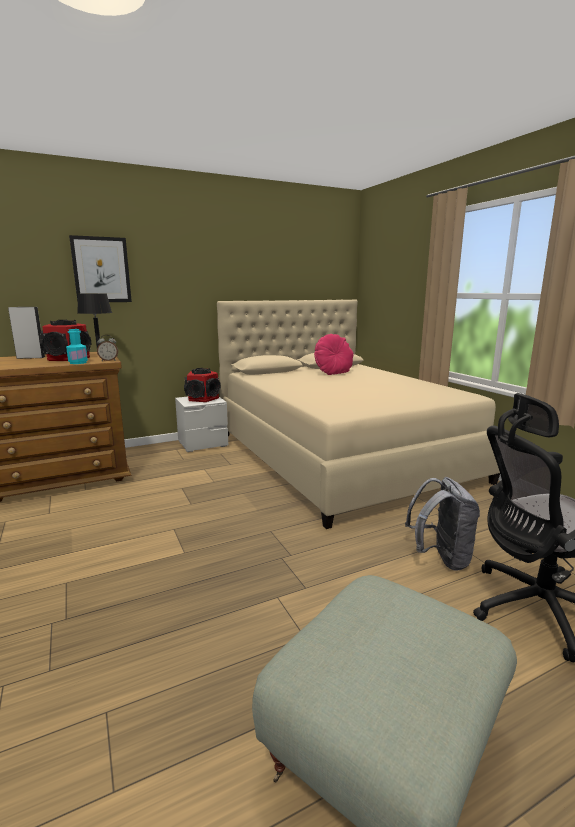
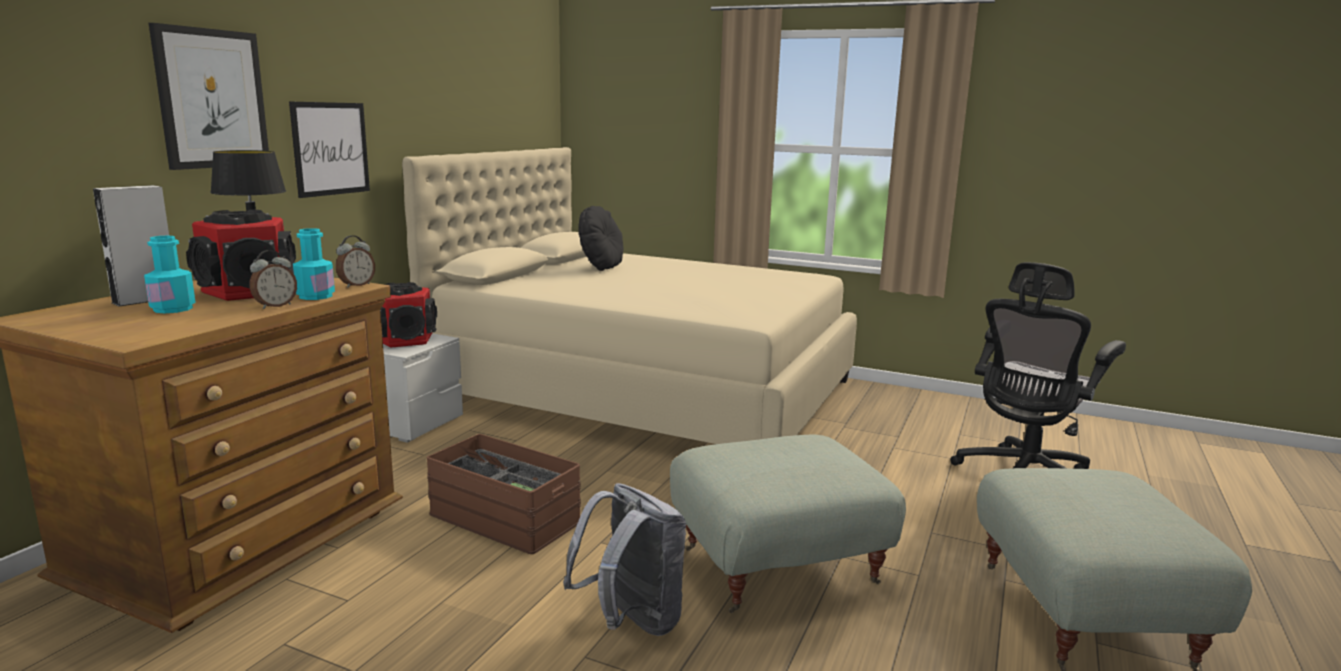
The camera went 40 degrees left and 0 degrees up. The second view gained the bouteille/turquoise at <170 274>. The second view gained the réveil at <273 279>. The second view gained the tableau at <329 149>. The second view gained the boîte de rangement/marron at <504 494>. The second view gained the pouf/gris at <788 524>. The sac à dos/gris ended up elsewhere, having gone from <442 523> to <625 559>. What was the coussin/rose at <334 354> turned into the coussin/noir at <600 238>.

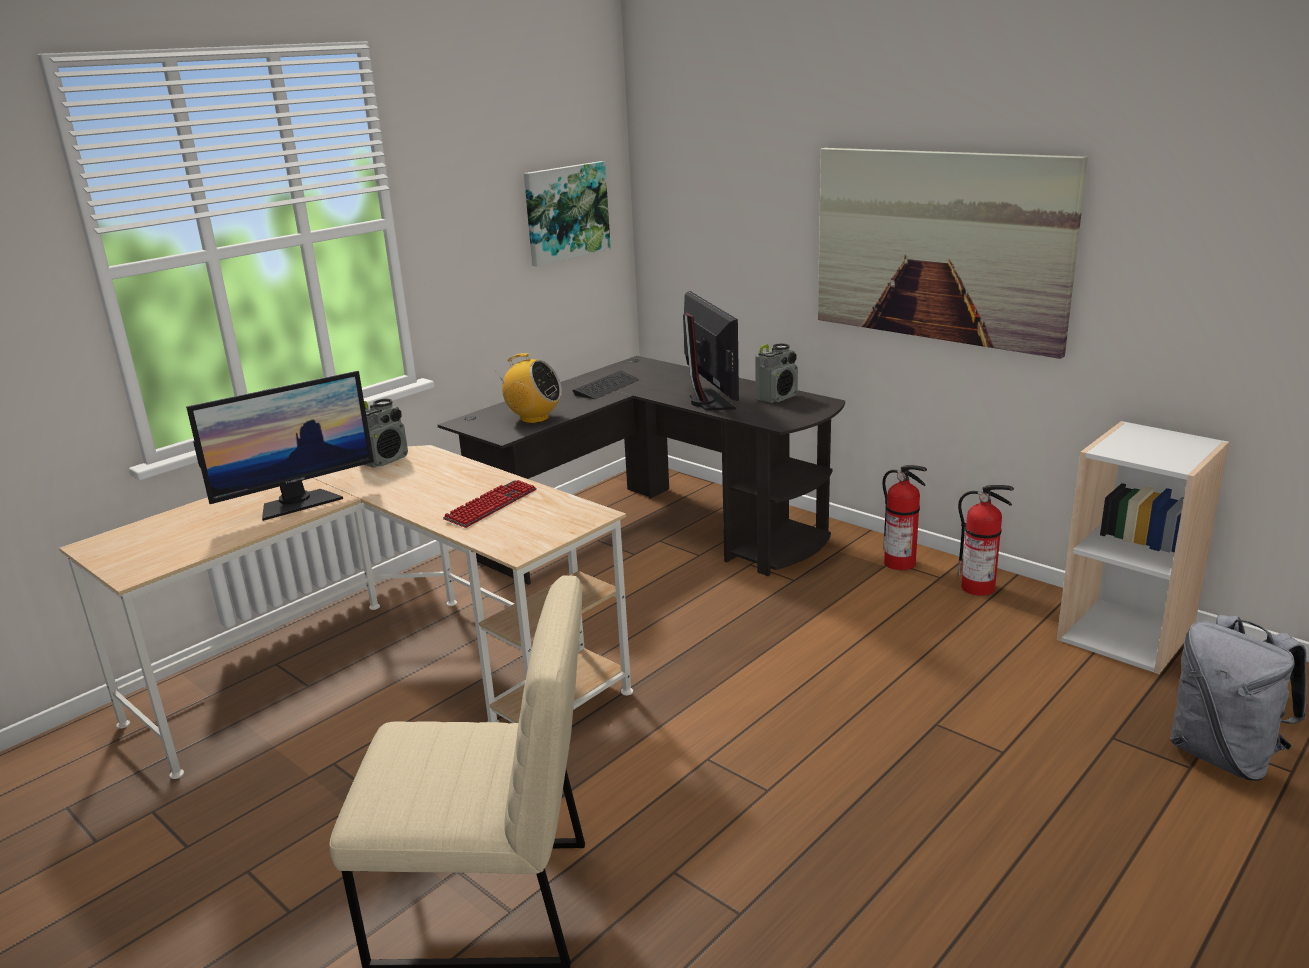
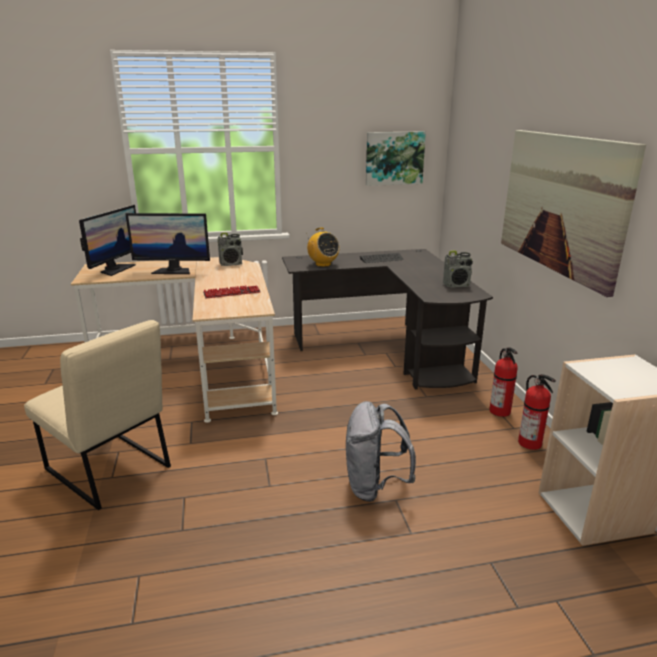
The camera went 35 degrees right and 0 degrees up. The écran d'ordinateur ended up elsewhere, having gone from <711 351> to <107 240>. The sac à dos/gris ended up elsewhere, having gone from <1238 698> to <381 451>.

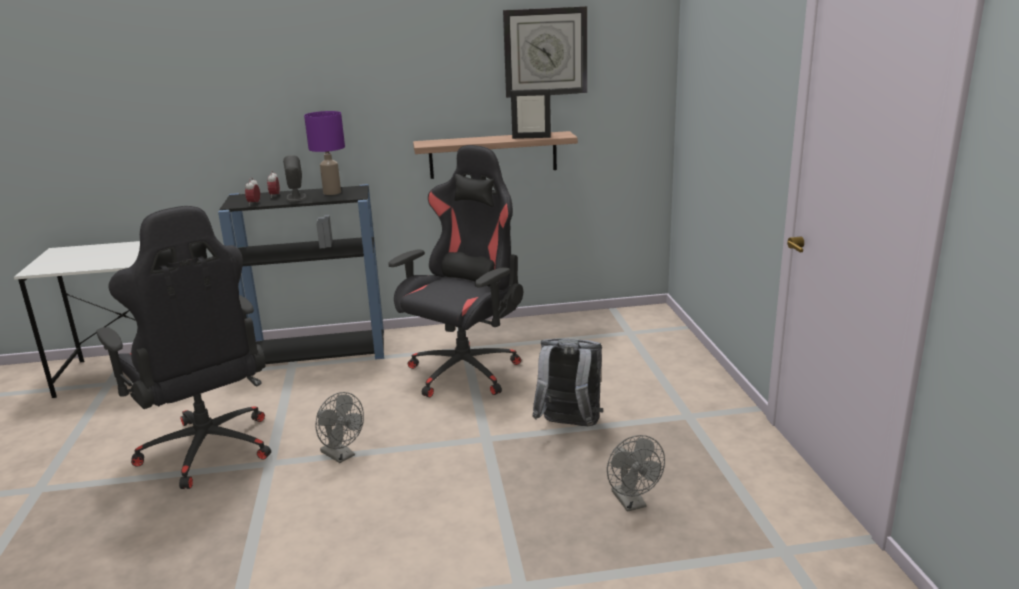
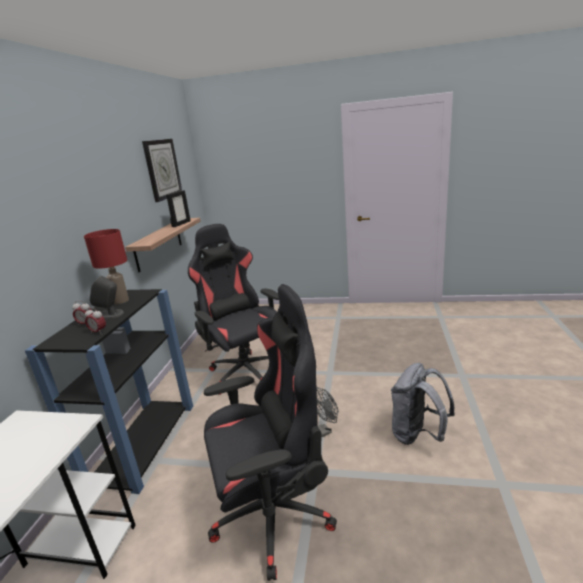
The camera went 70 degrees left and 0 degrees up. The second view lost the ventilateur/gris at <636 473>. The sac à dos/gris ended up elsewhere, having gone from <567 382> to <423 404>. What was the lampe de table/violet at <324 153> turned into the lampe de table/rouge at <106 266>.

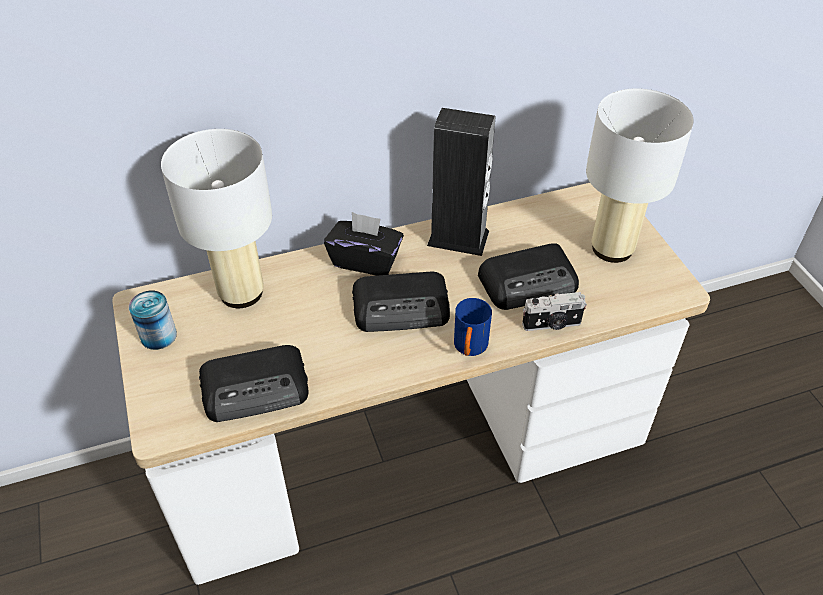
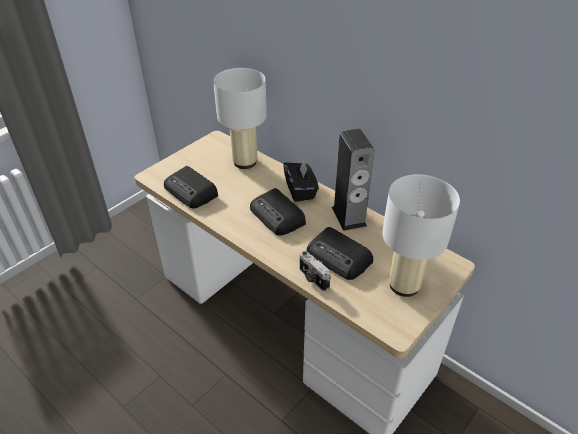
The camera went 60 degrees right and 5 degrees down. The second view lost the boîte métallique at <153 320>. The second view lost the mug/bleu at <473 327>.

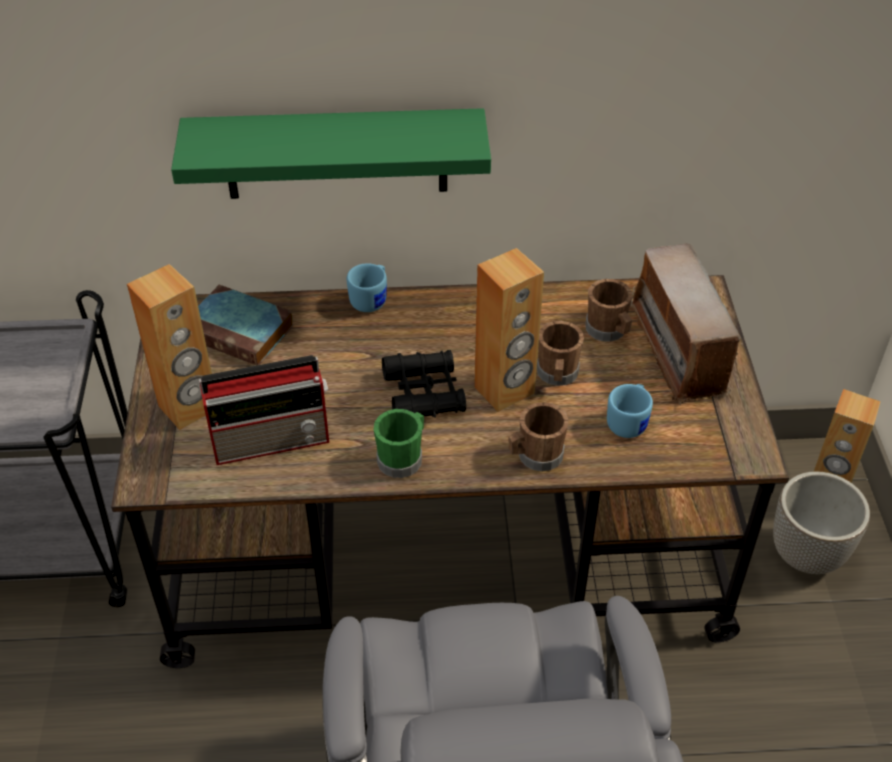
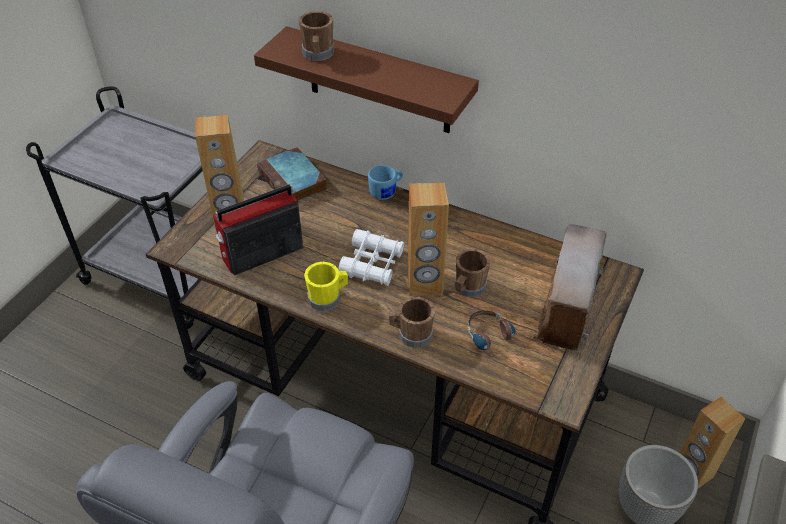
The camera went 30 degrees right and 0 degrees up. The mug/marron ended up elsewhere, having gone from <608 310> to <316 36>. Where the mug/bleu stood at <630 411>, the casque audio came to stand at <492 335>. What was the étagère/vert at <331 153> turned into the étagère/marron at <366 79>. What was the mug/vert at <399 443> turned into the mug/jaune at <326 286>. What was the jumelles/noir at <424 384> turned into the jumelles/blanc at <371 257>. The radio at <264 410> ended up facing another way, 135 degrees clockwise from before.

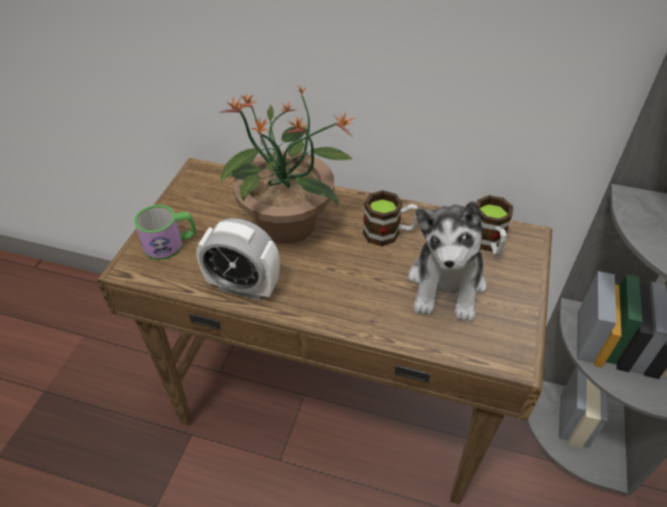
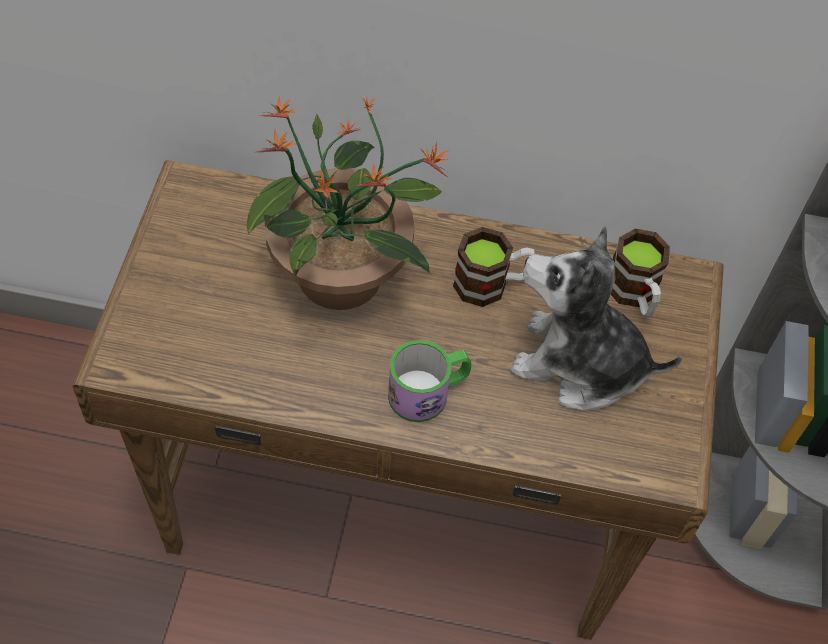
The camera went 10 degrees left and 10 degrees up. The second view lost the réveil at <238 259>. The mug ended up elsewhere, having gone from <165 232> to <429 381>. The peluche at <447 261> ended up facing another way, 105 degrees clockwise from before.

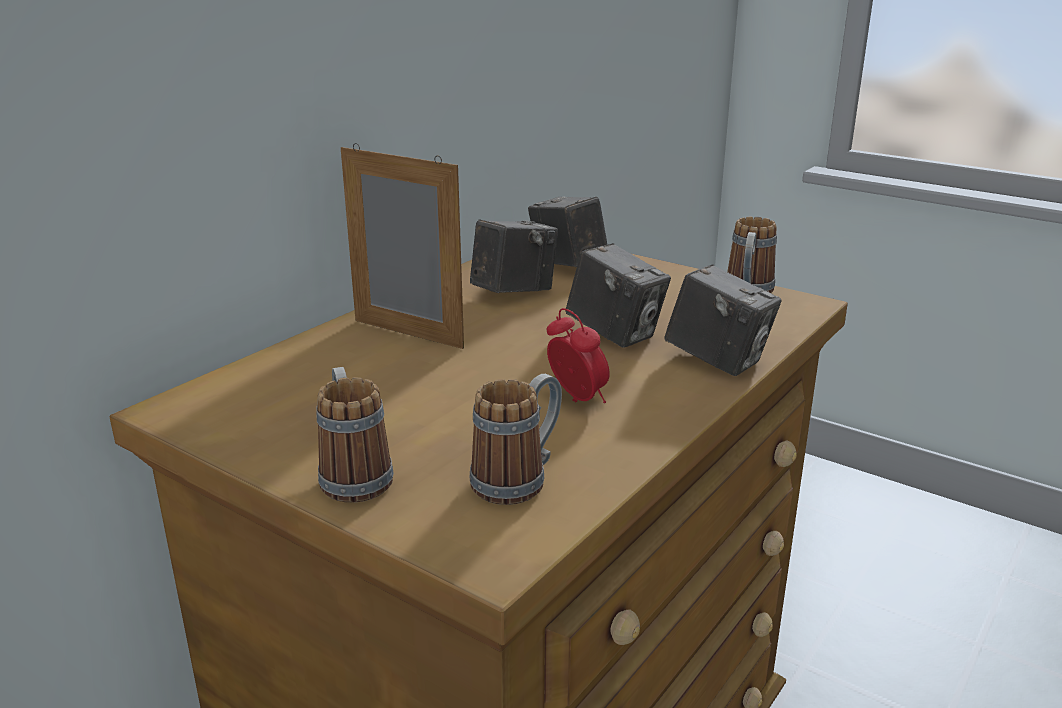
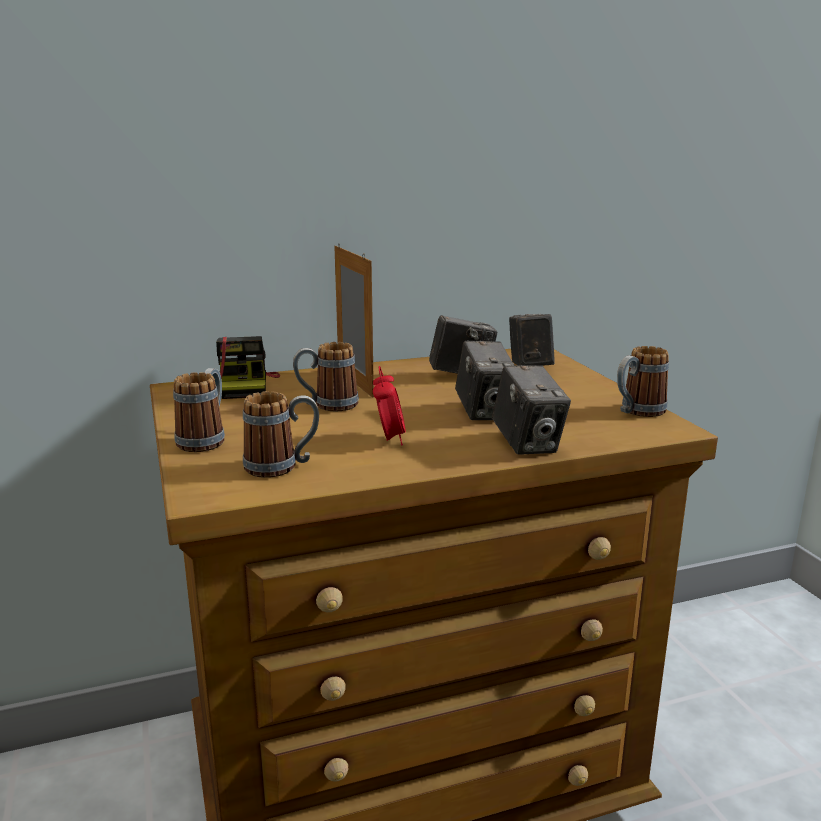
The camera went 35 degrees right and 5 degrees down. The second view gained the appareil photo at <248 367>. The second view gained the mug at <326 376>.

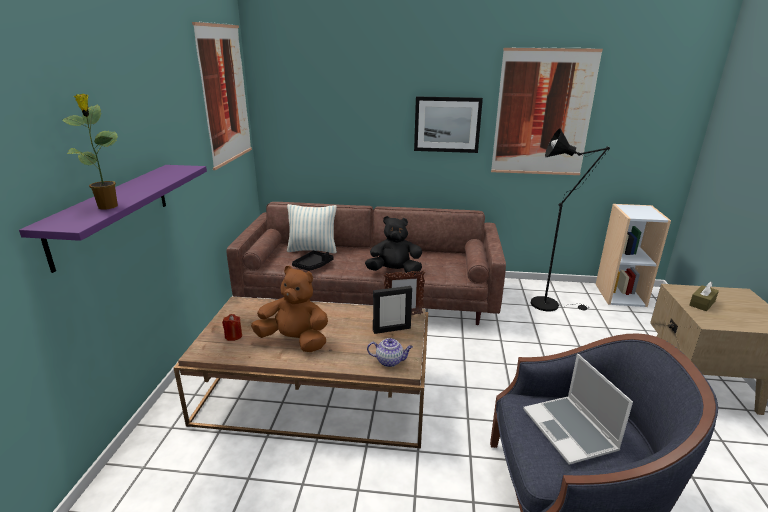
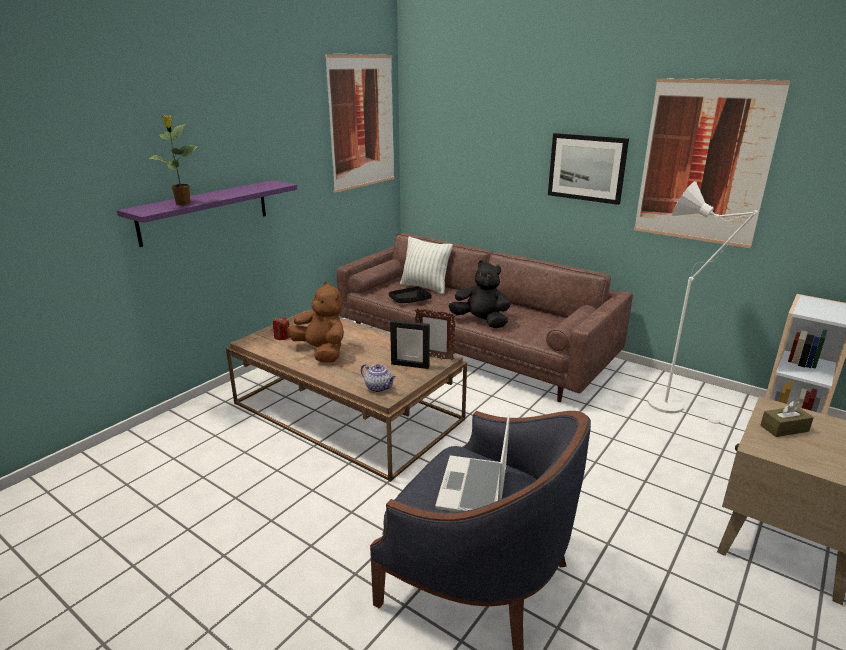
The camera went 30 degrees right and 0 degrees up. What was the lampadaire/noir at <570 219> turned into the lampadaire/blanc at <702 302>.

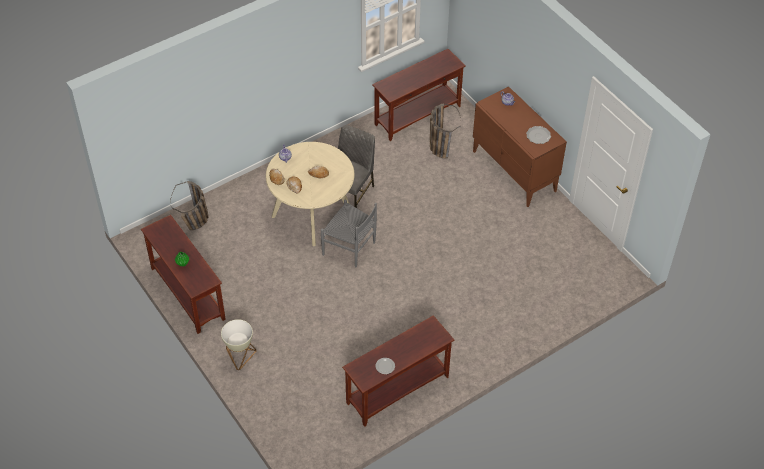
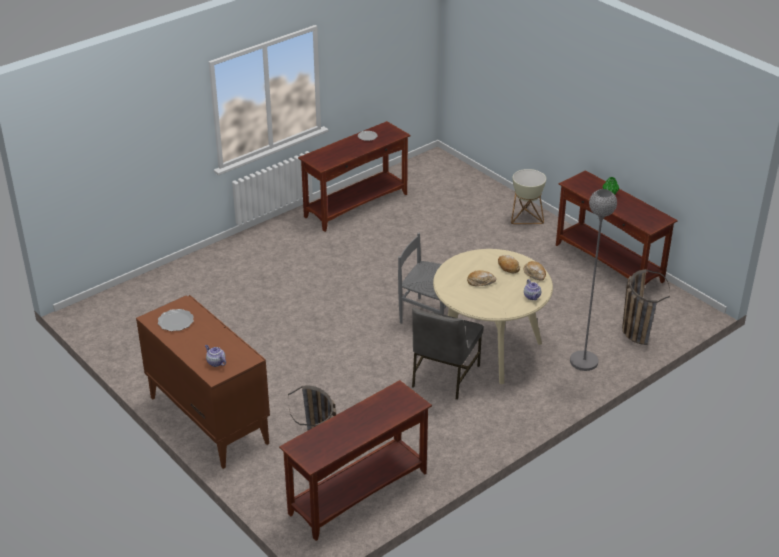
The camera went 175 degrees right and 15 degrees down. The second view gained the lampadaire/gris at <593 280>.

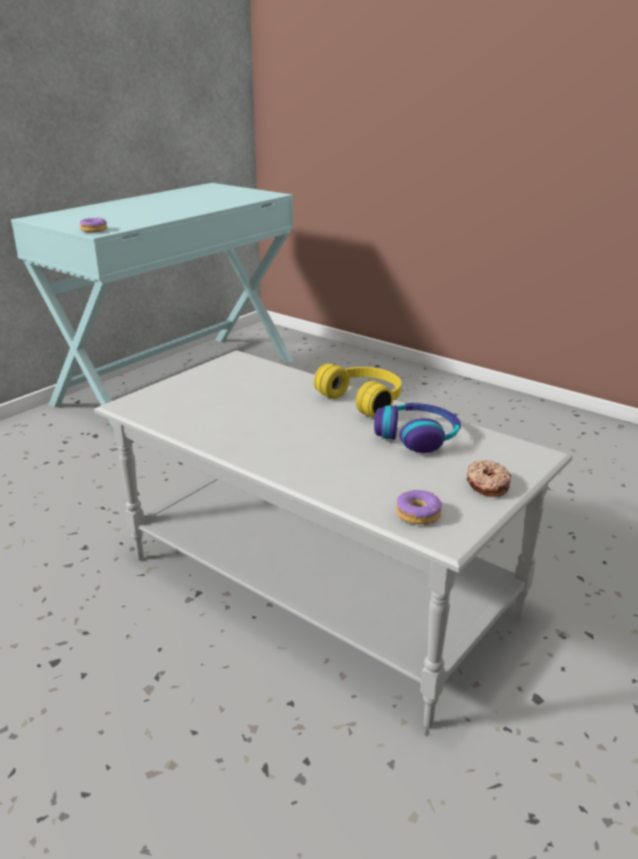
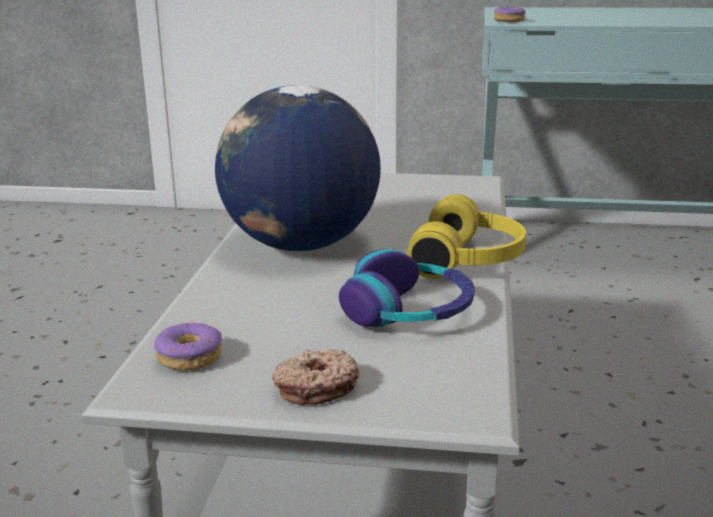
The camera went 60 degrees right and 5 degrees down. The second view gained the globe at <298 168>.

